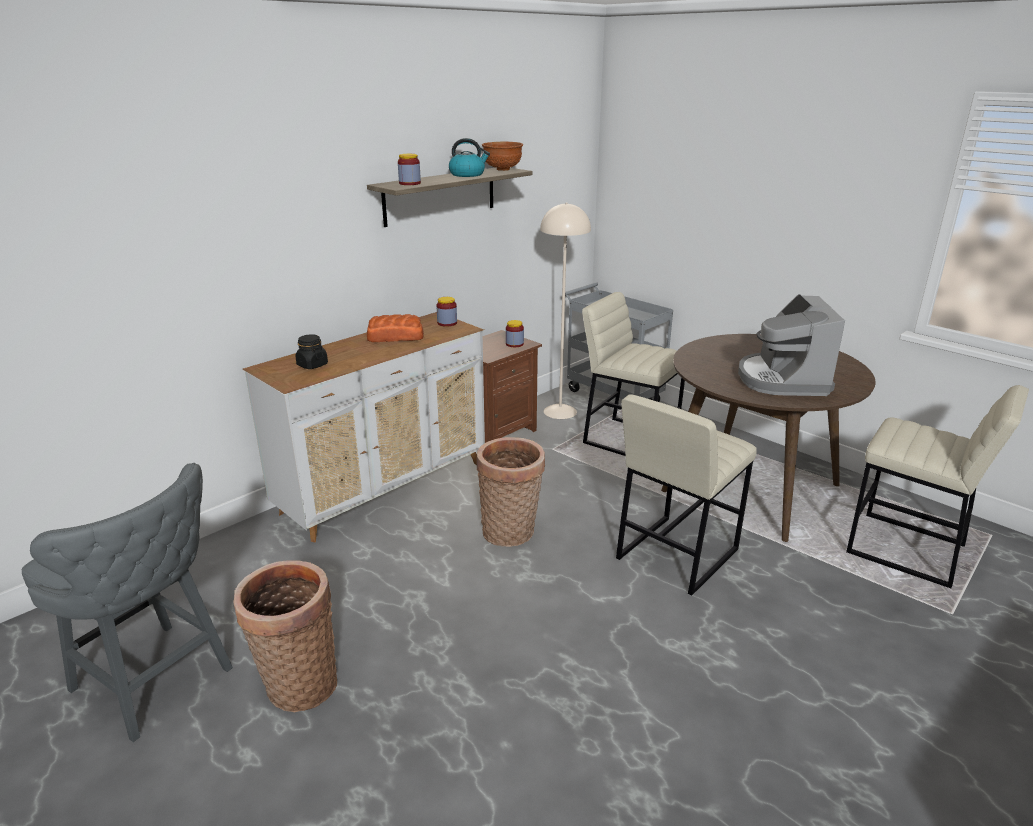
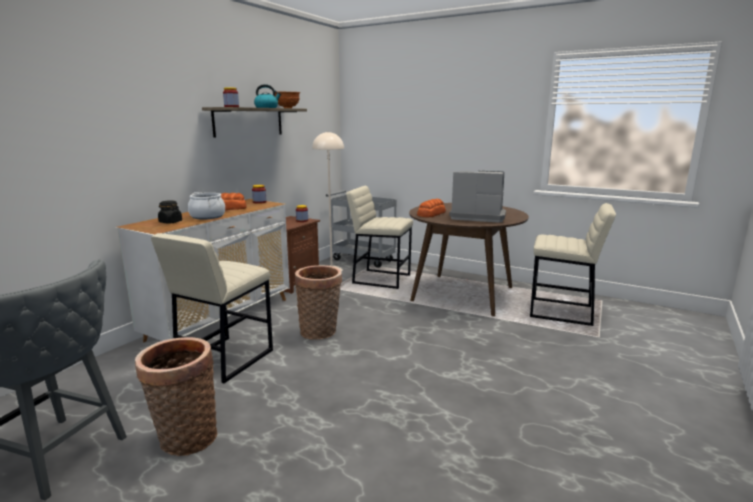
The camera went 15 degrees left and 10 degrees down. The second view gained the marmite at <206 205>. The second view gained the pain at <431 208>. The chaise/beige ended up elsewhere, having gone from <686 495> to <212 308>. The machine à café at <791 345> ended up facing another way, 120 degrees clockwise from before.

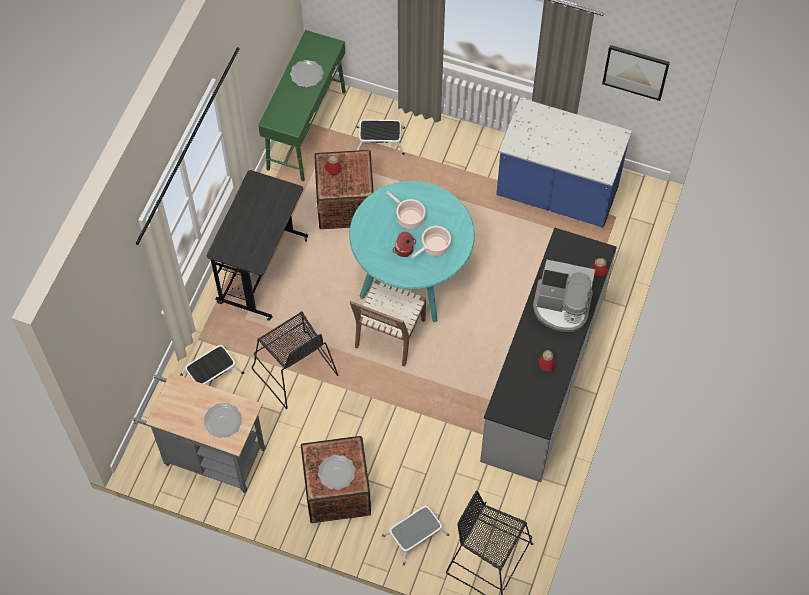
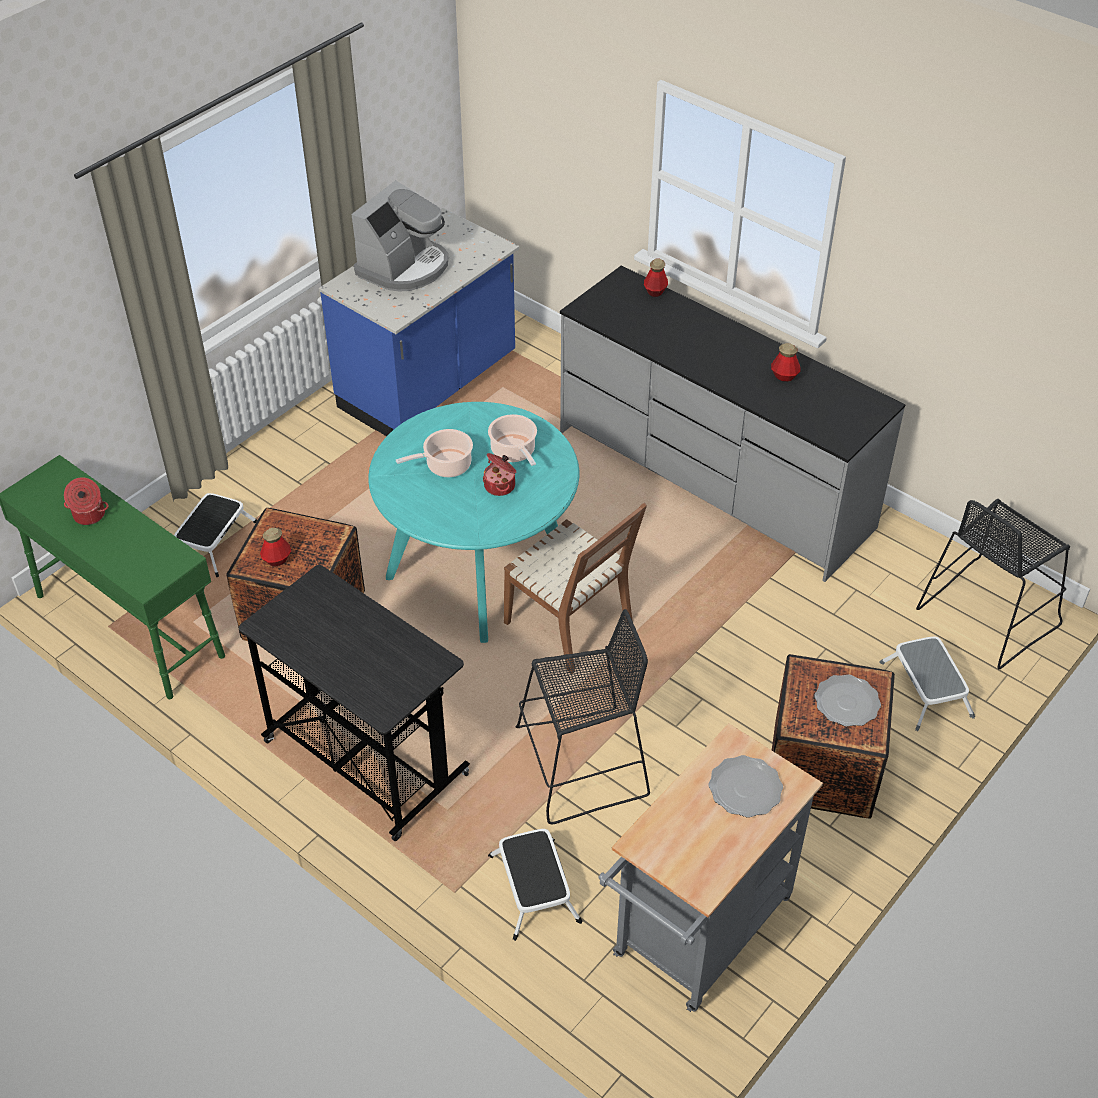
The camera went 70 degrees left and 15 degrees down. The second view lost the tableau at <636 73>. The machine à café ended up elsewhere, having gone from <564 296> to <399 236>. Where the assiette stood at <307 73>, the marmite came to stand at <86 501>.

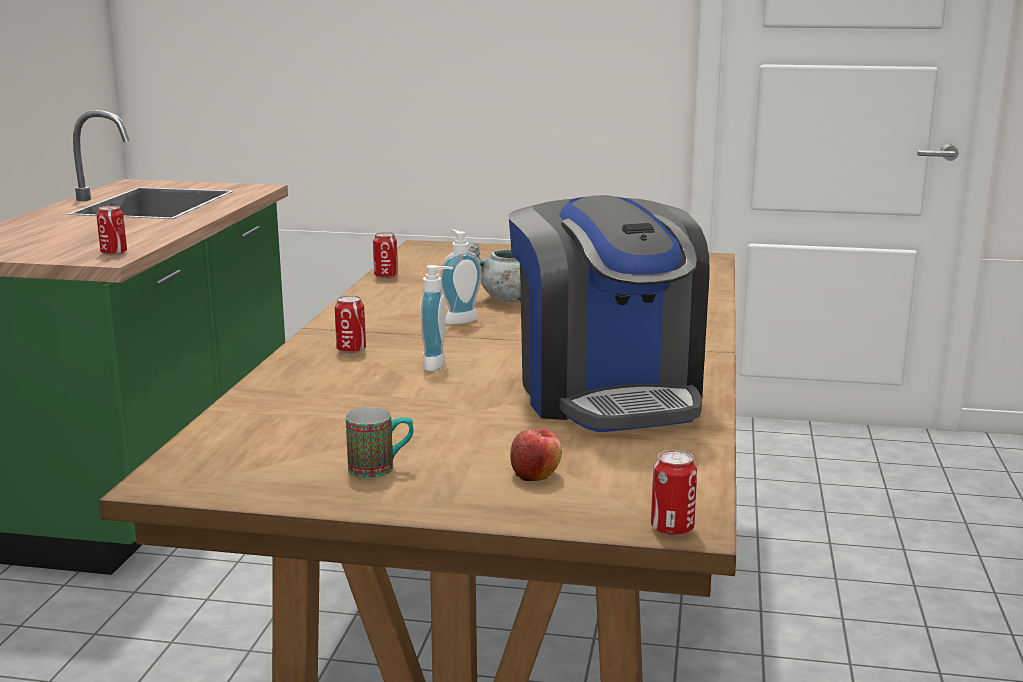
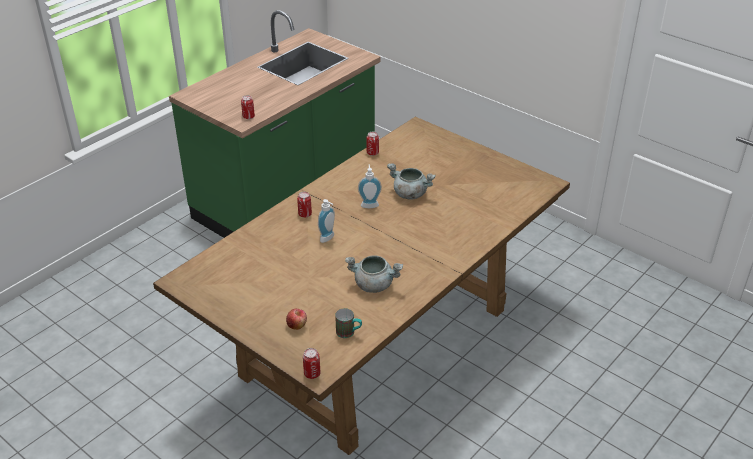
The camera went 30 degrees right and 20 degrees up. The mug ended up elsewhere, having gone from <379 442> to <348 323>. Where the machine à café stood at <608 313>, the marmite/gris came to stand at <374 274>.

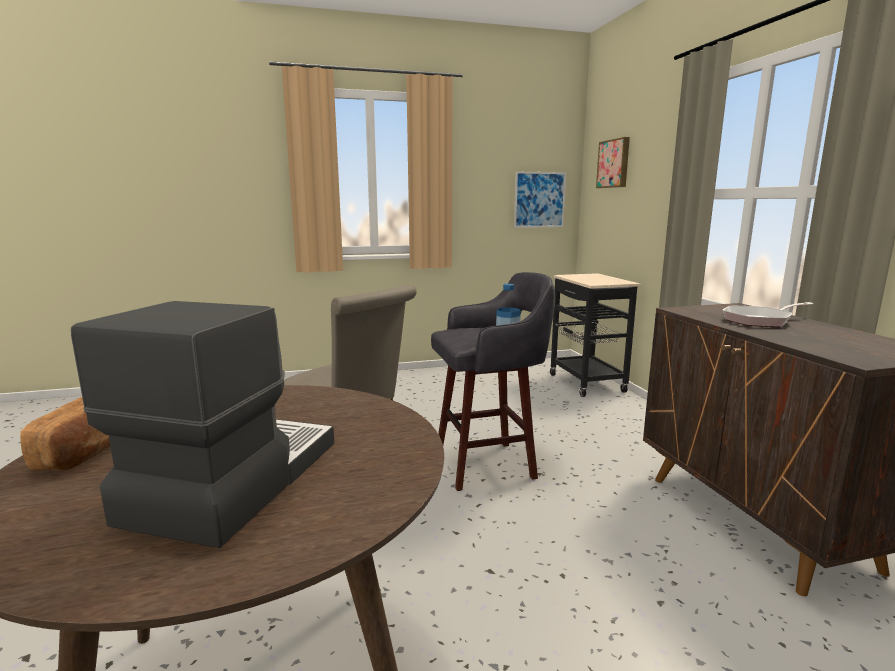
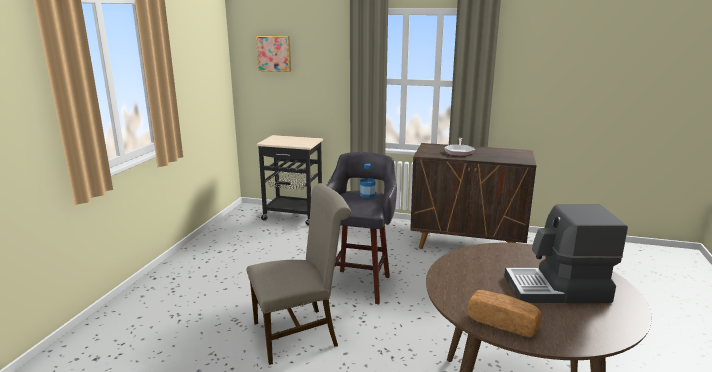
The camera went 60 degrees left and 5 degrees up. The second view lost the tableau at <540 200>. The machine à café at <202 424> ended up facing another way, 45 degrees counterclockwise from before.

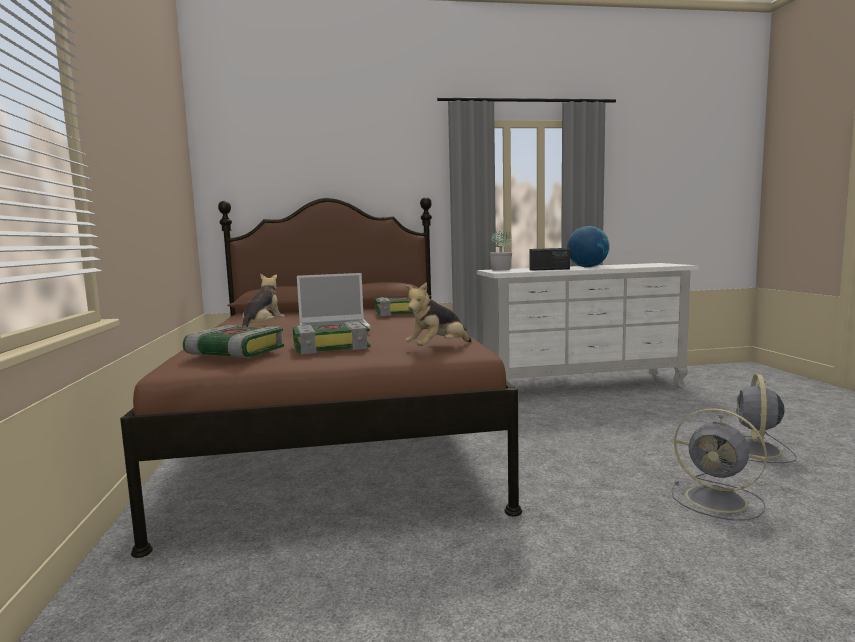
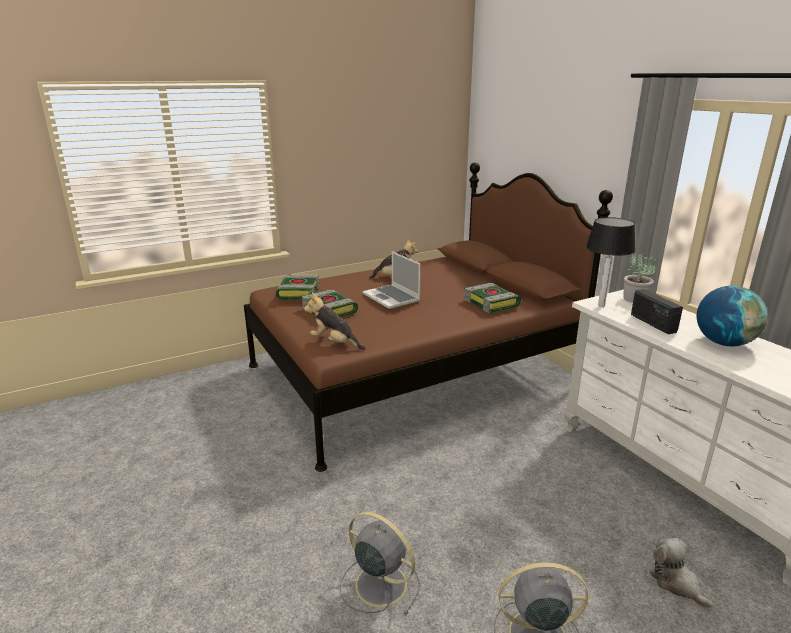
The camera went 70 degrees right and 15 degrees up. The second view gained the lampe de table at <610 262>. The second view gained the peluche at <681 573>. The ventilateur/gris at <719 464> ended up facing another way, 105 degrees clockwise from before.

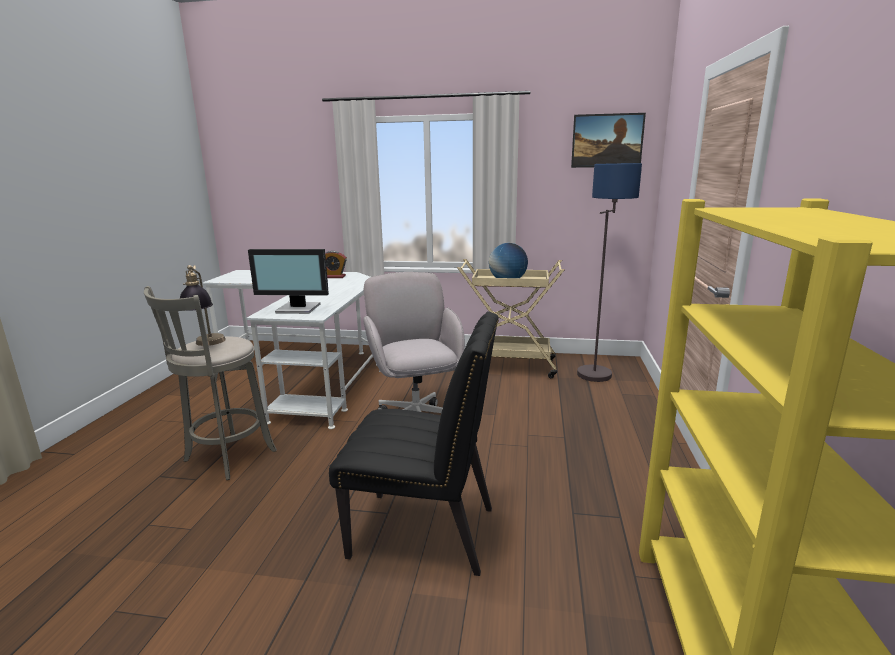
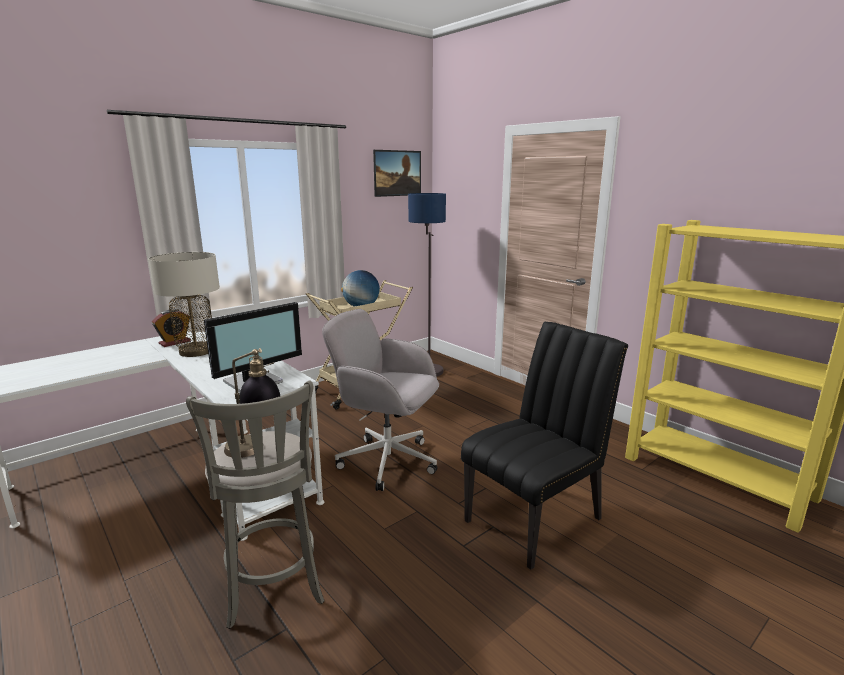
The camera went 50 degrees left and 0 degrees up. The second view gained the lampe de table at <184 304>.

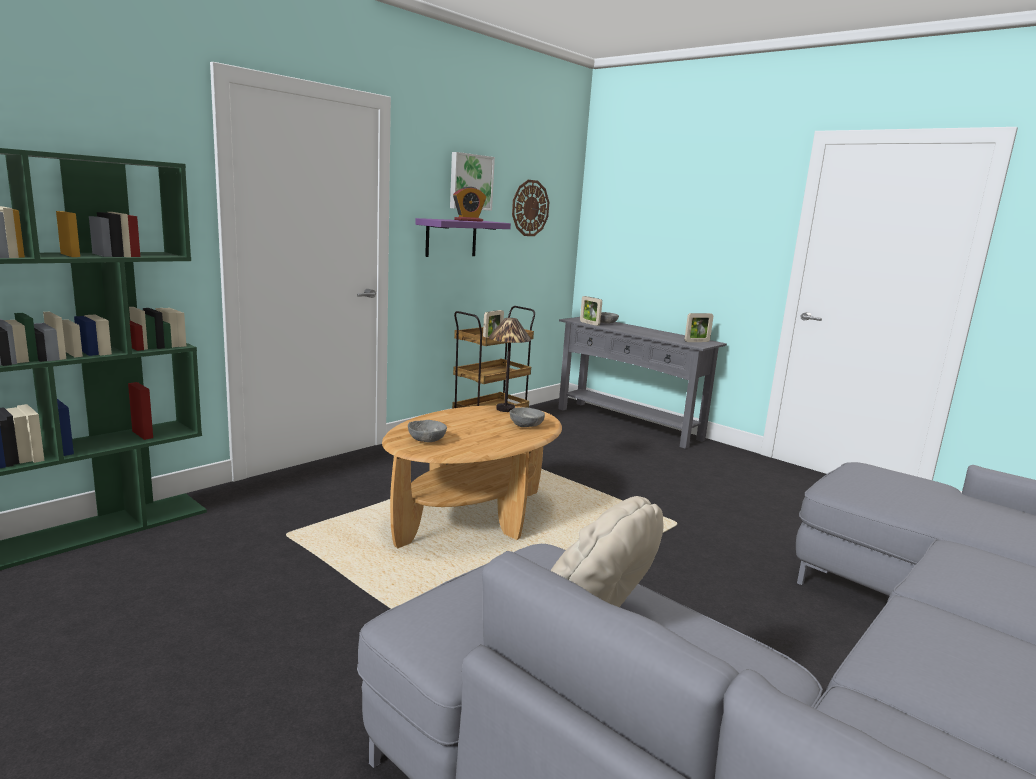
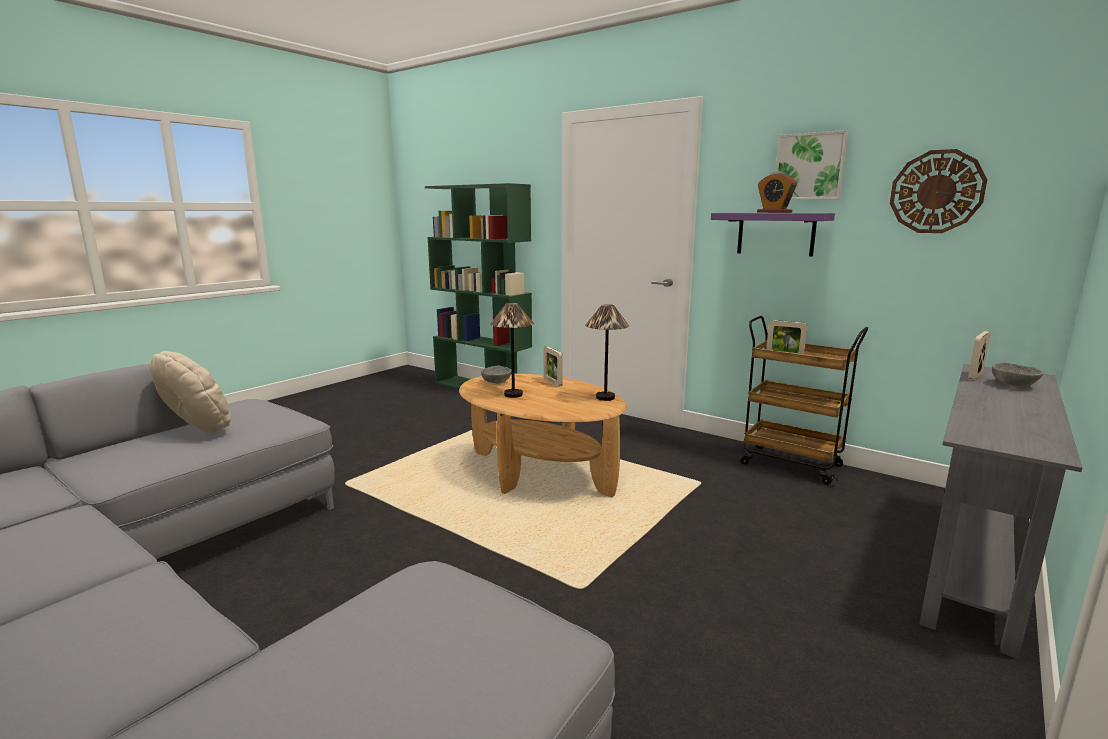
The camera went 85 degrees right and 0 degrees up. The second view lost the bol/gris at <527 417>. The second view gained the lampe de table at <512 350>. The cadre photo ended up elsewhere, having gone from <699 327> to <553 367>.

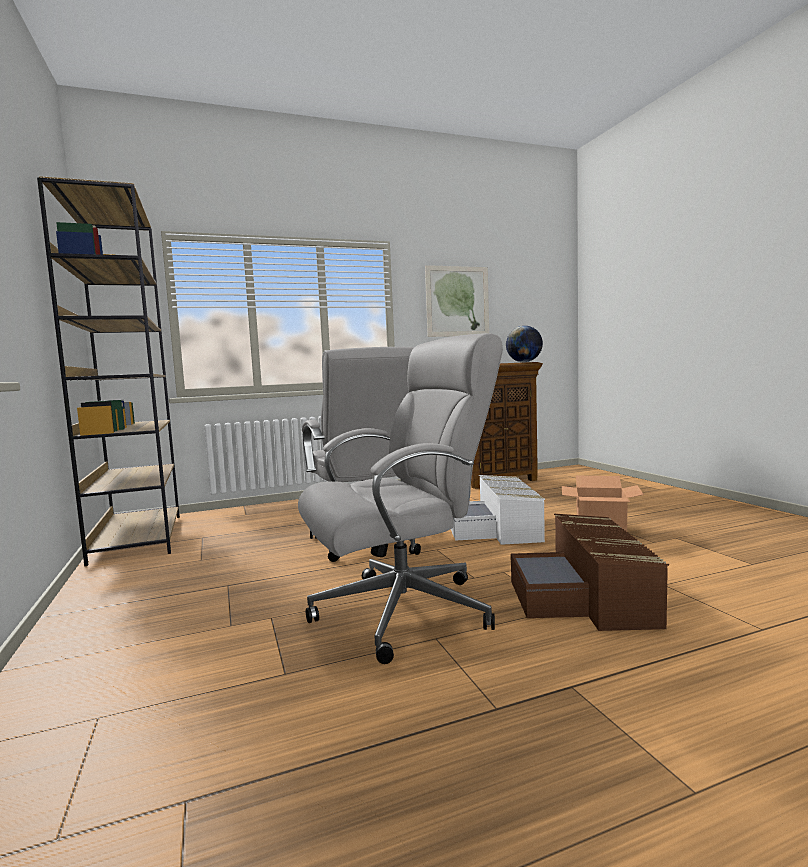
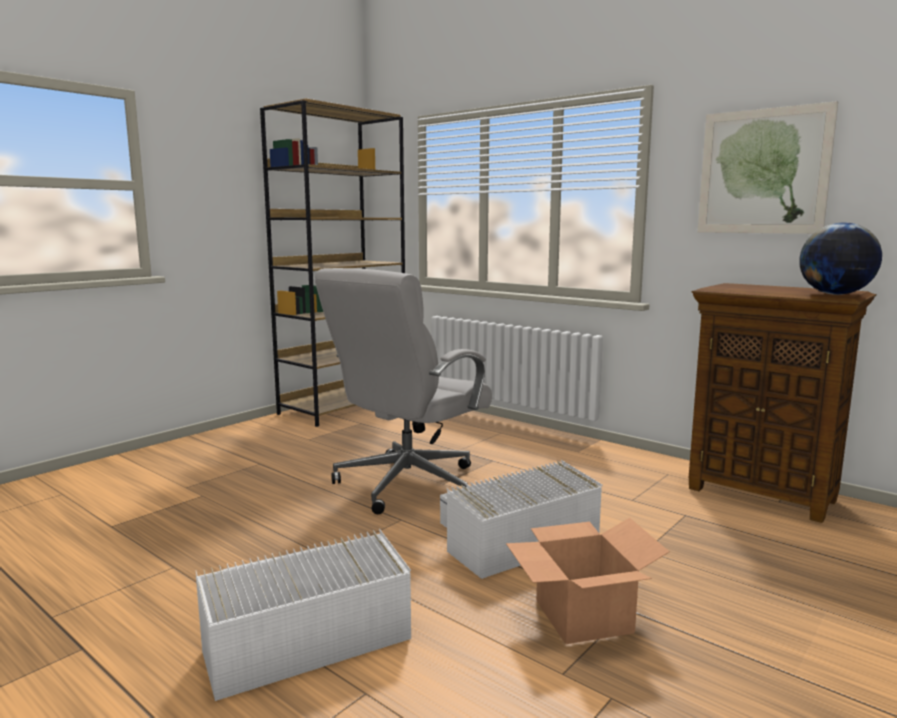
The camera went 60 degrees right and 5 degrees up. The second view lost the chaise de bureau/gris at <400 498>. What was the boîte de rangement/marron at <590 572> turned into the boîte de rangement/blanc at <303 615>.

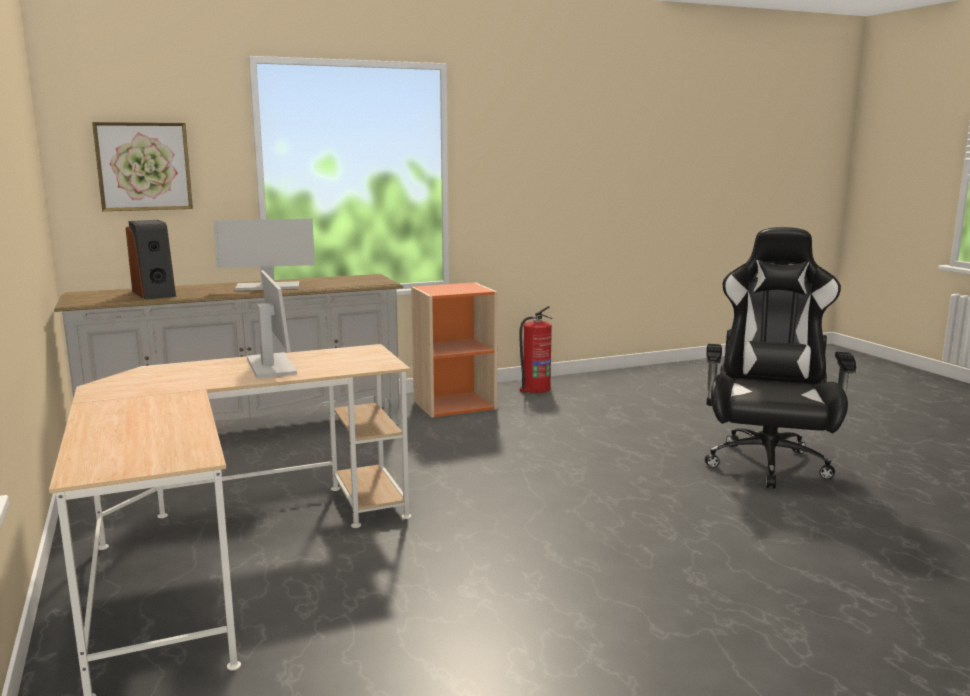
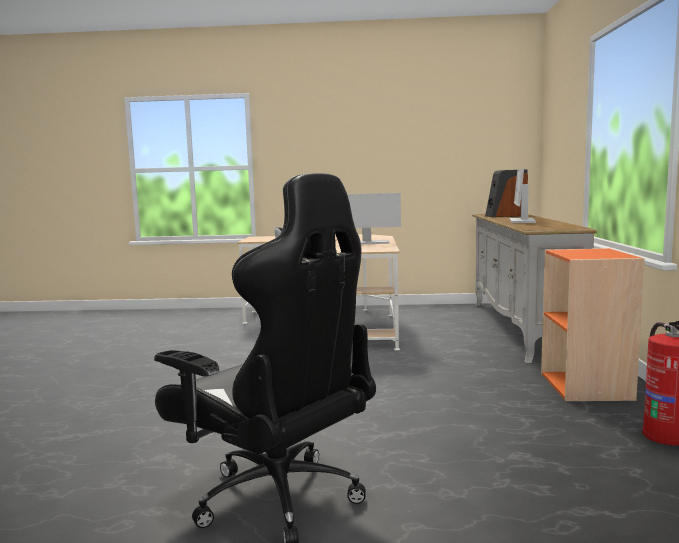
The camera went 115 degrees right and 5 degrees down. The second view lost the tableau at <142 166>.

